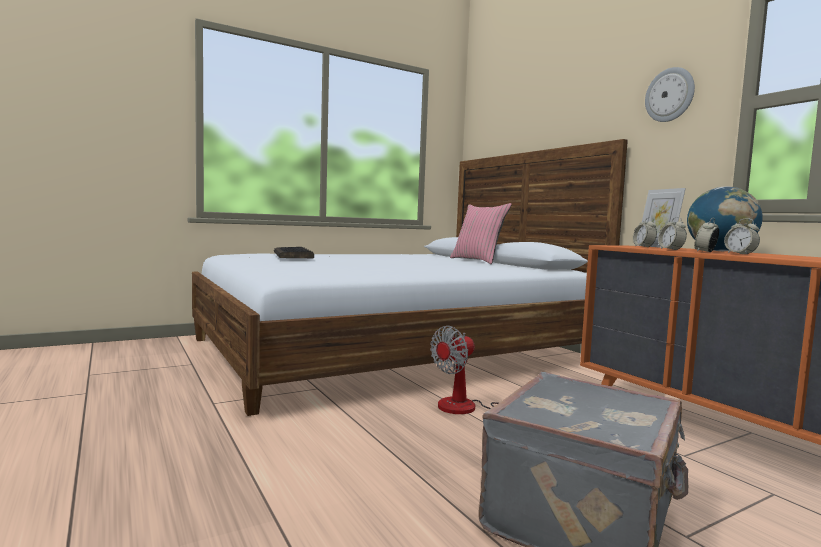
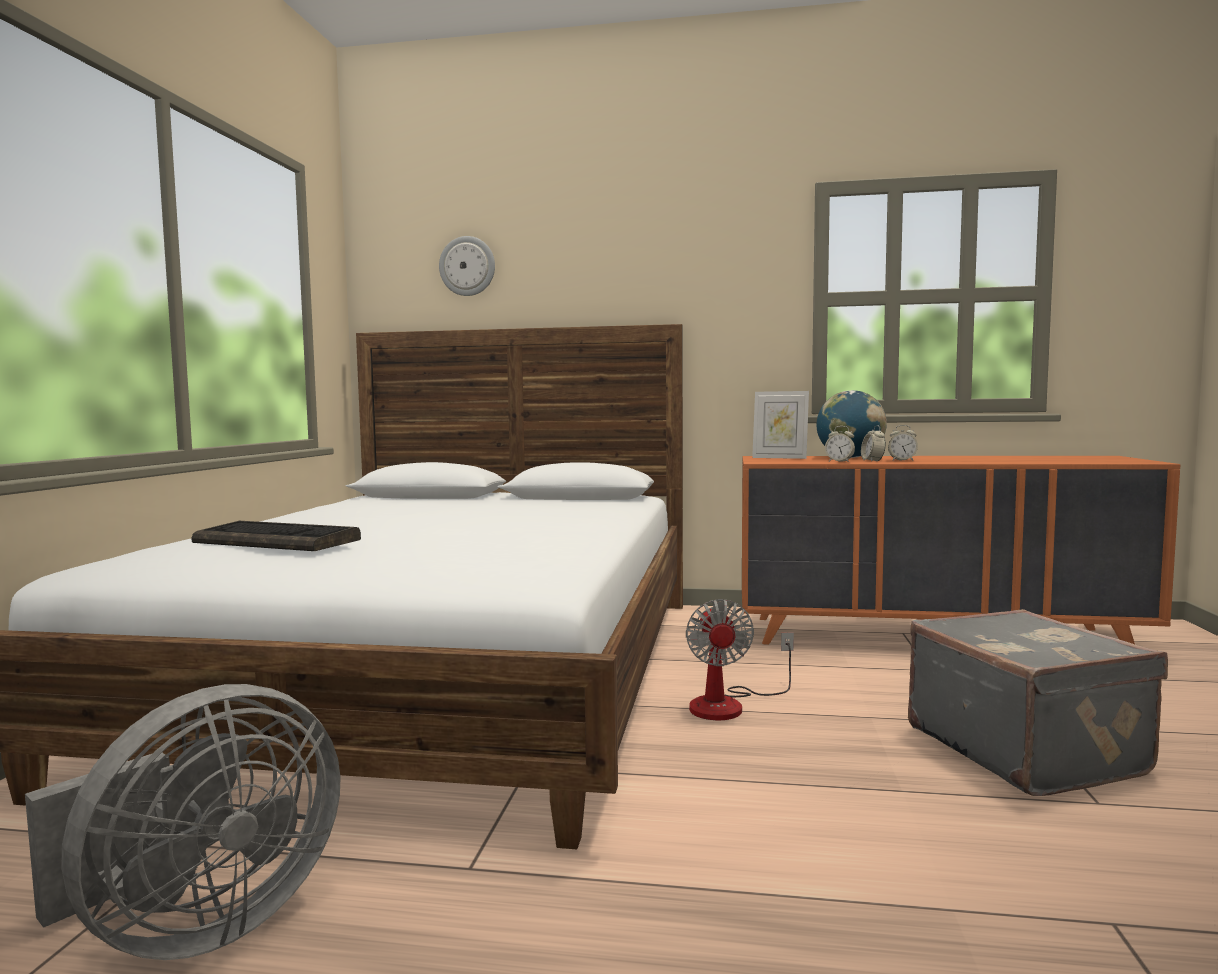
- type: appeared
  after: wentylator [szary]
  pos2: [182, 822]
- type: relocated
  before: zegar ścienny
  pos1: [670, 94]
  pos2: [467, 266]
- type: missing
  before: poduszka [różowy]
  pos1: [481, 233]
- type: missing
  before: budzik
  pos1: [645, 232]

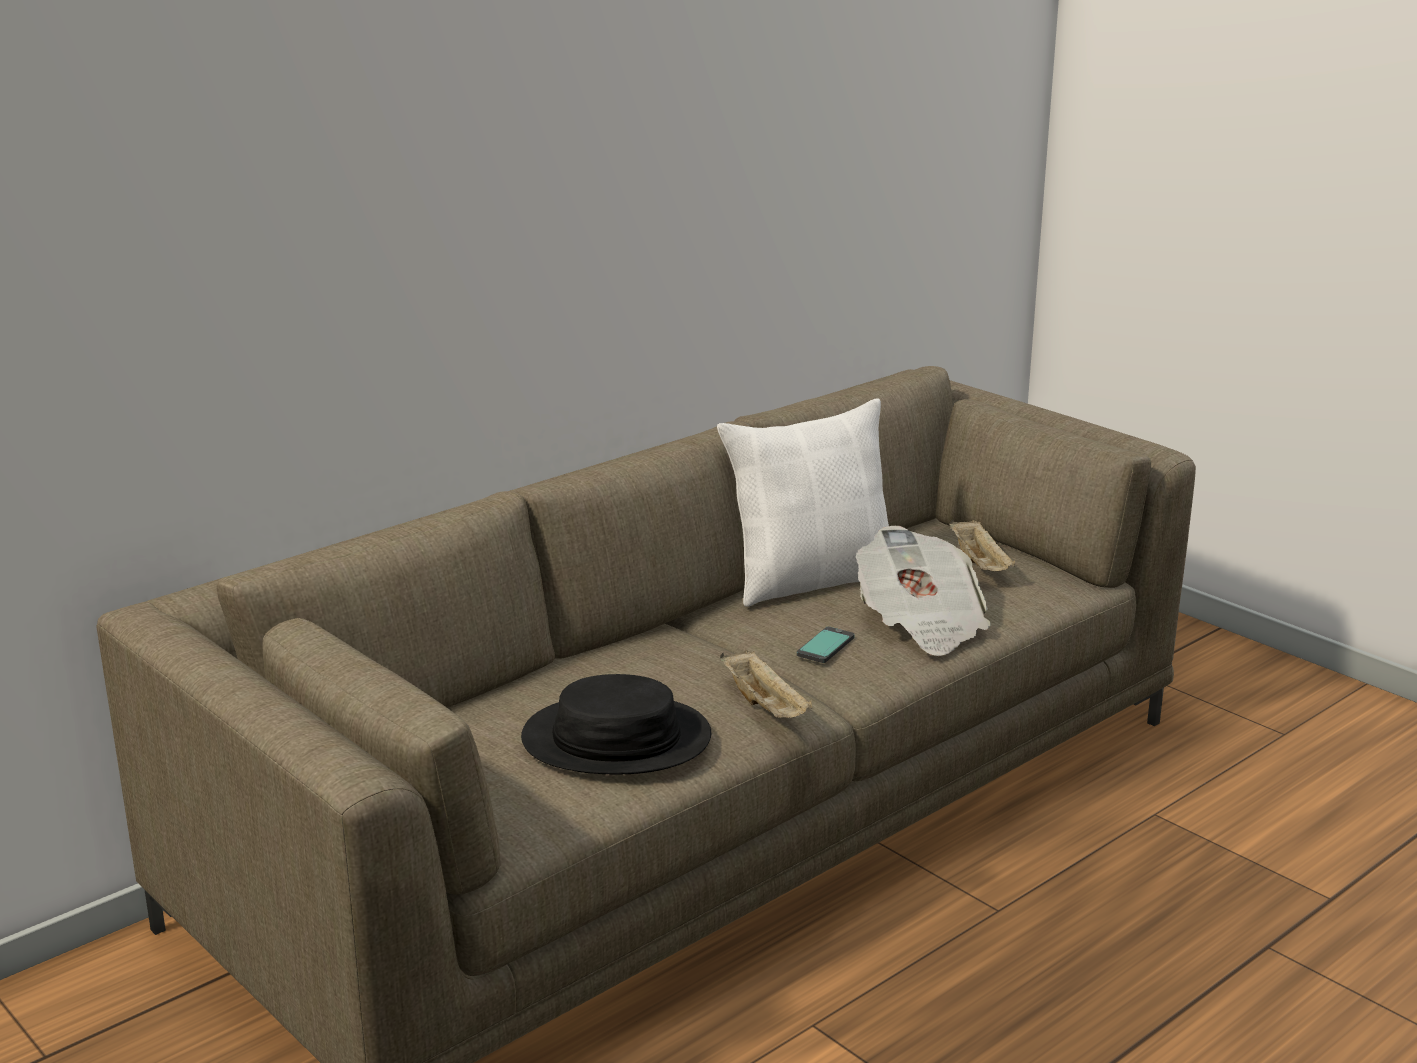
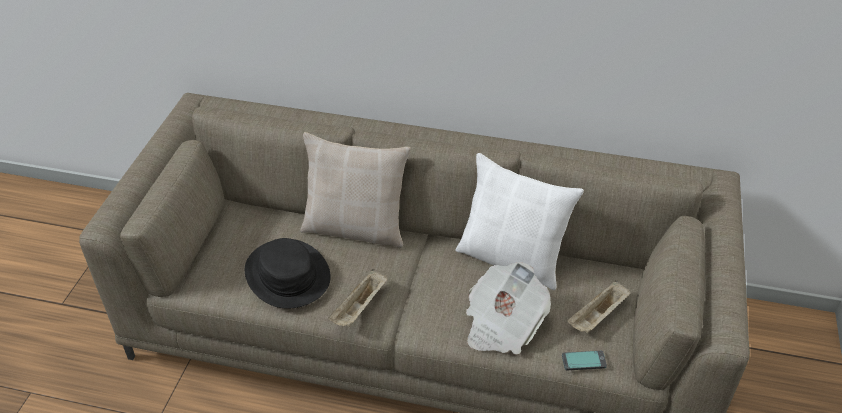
- type: appeared
  after: poduszka [beżowy]
  pos2: [355, 190]
- type: relocated
  before: telefon
  pos1: [826, 645]
  pos2: [584, 360]

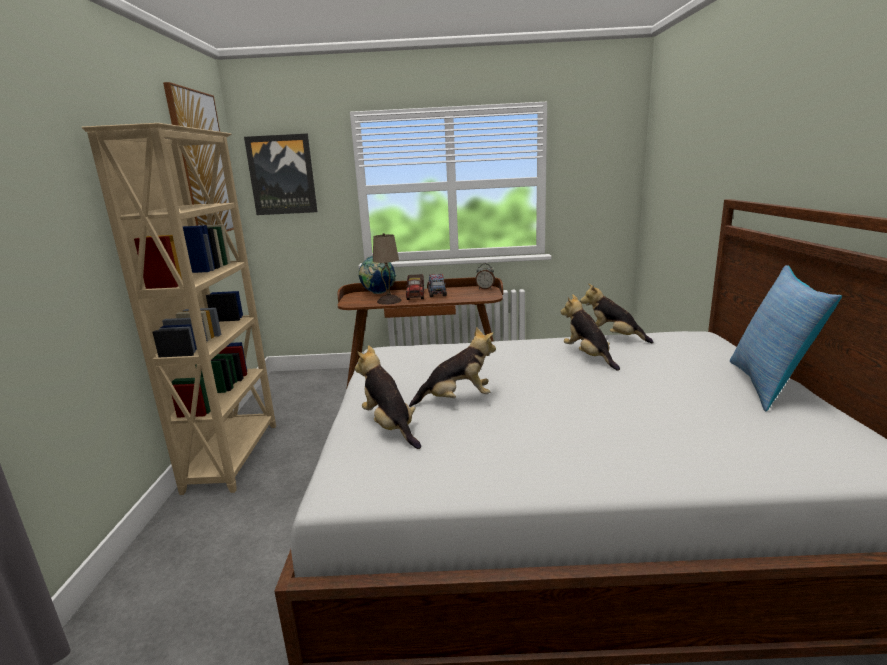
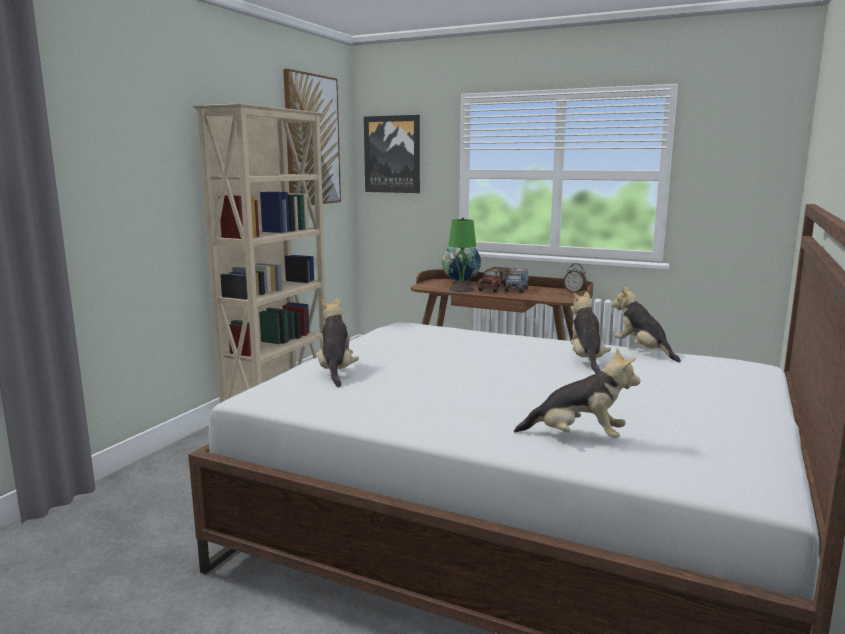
- type: colour
  before: lampa stołowa [beżowy]
  after: lampa stołowa [zielony]
  pos1: [387, 269]
  pos2: [462, 254]
- type: relocated
  before: pluszak
  pos1: [452, 367]
  pos2: [577, 393]
- type: missing
  before: poduszka
  pos1: [786, 338]

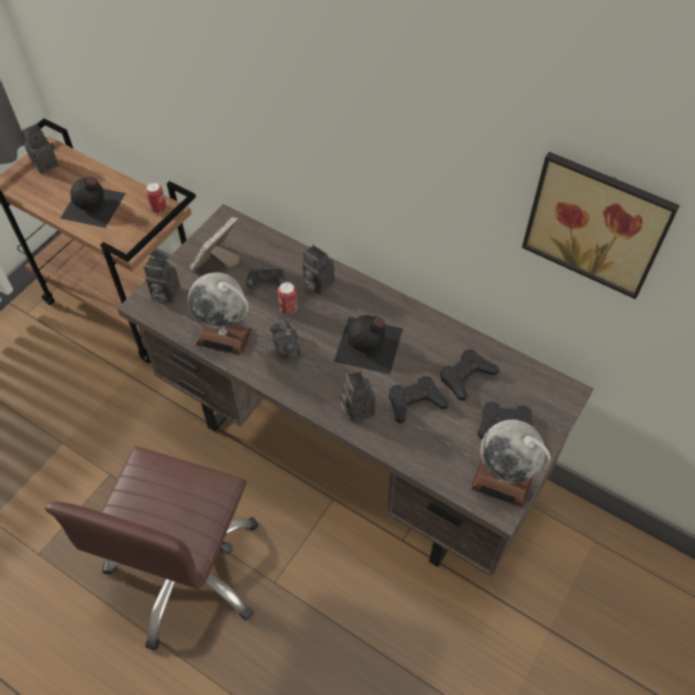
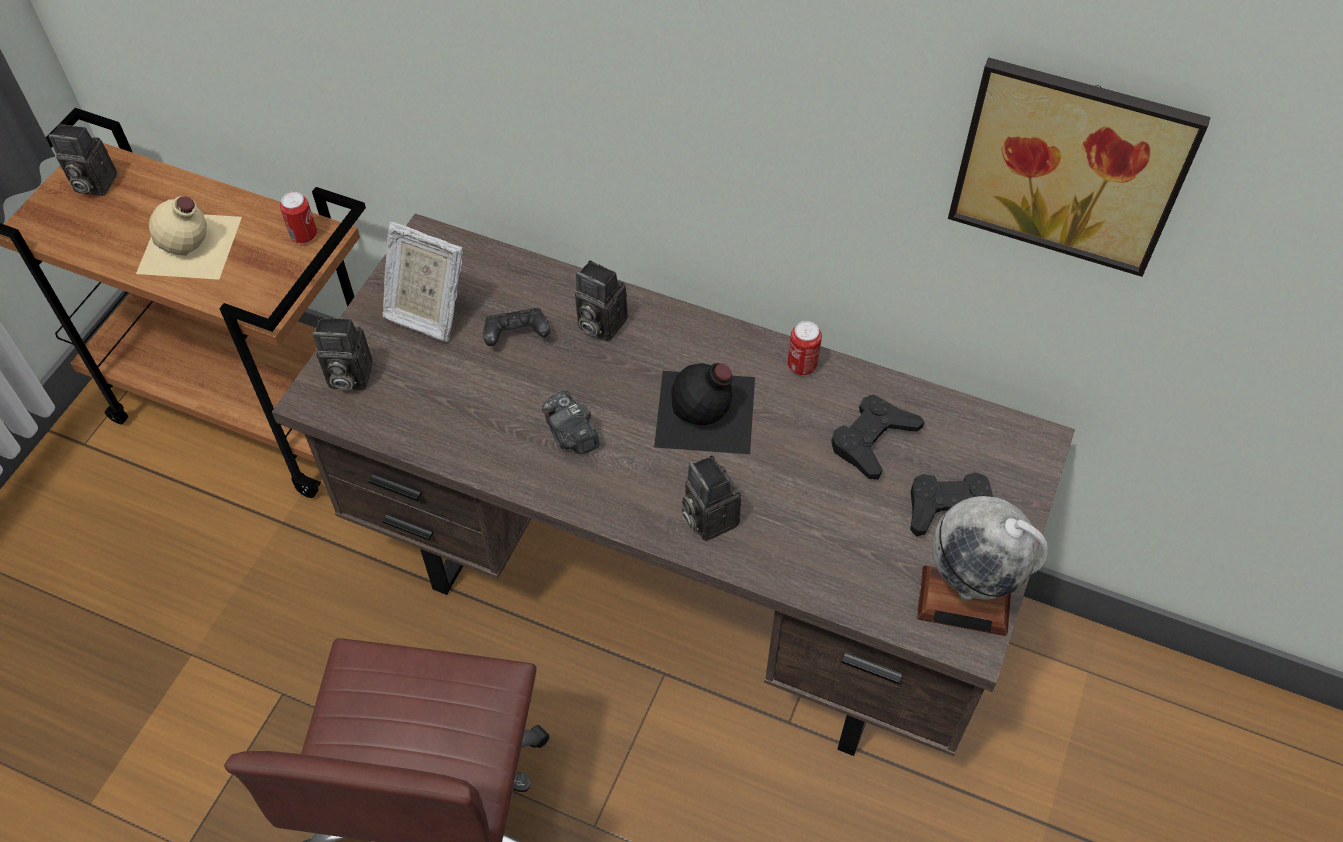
- type: spun
  before: aparat fotograficzny
  pos1: [40, 149]
  pos2: [82, 160]
  turn: -120
- type: colour
  before: butelka [czarny]
  after: butelka [beżowy]
  pos1: [93, 202]
  pos2: [189, 238]
- type: spun
  before: ramka na zdjęcie
  pos1: [214, 244]
  pos2: [423, 281]
  turn: -90
- type: relocated
  before: puszka
  pos1: [288, 298]
  pos2: [805, 348]
- type: missing
  before: globus
  pos1: [220, 313]
- type: missing
  before: pad do gier [czarny]
  pos1: [418, 400]

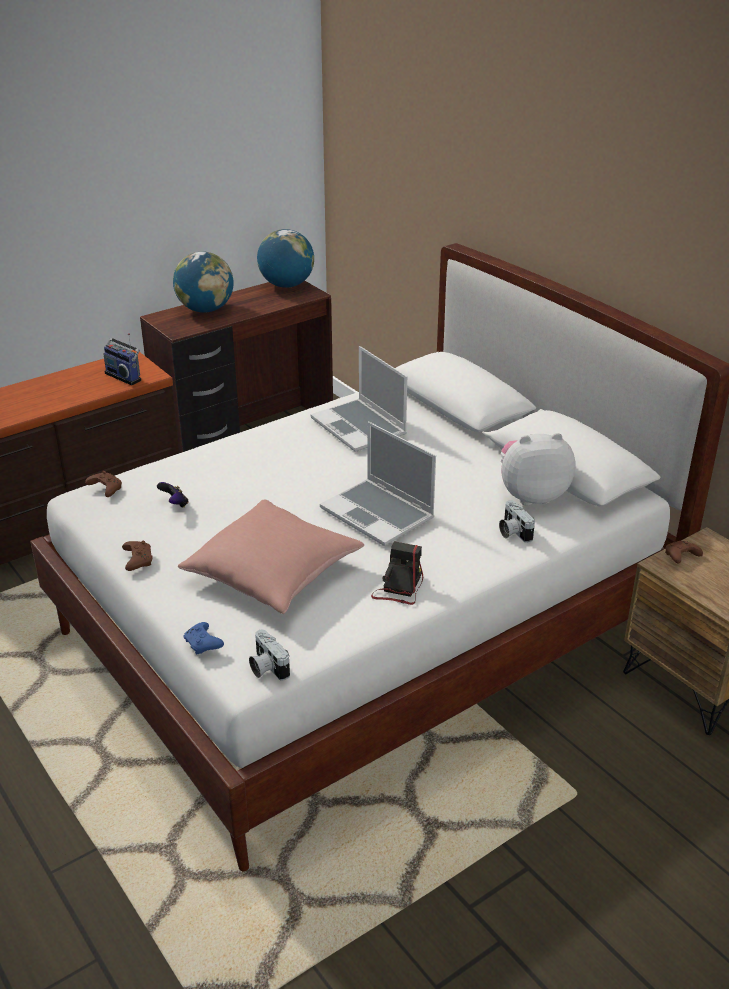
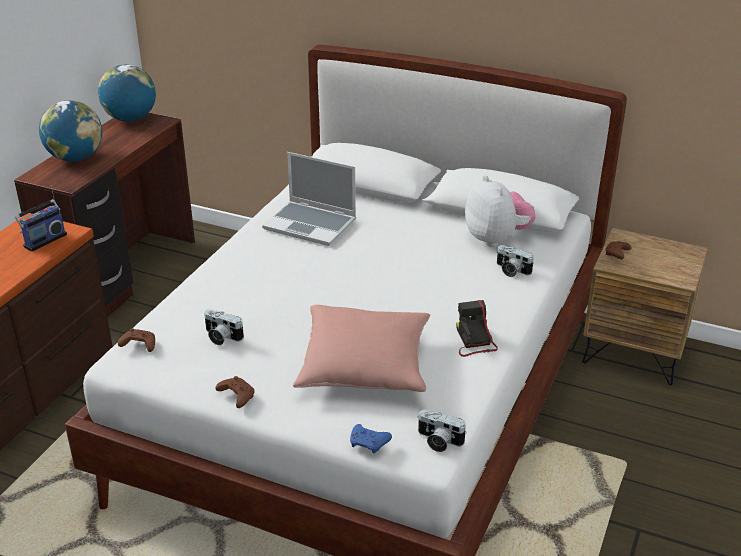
- type: spun
  before: radio
  pos1: [122, 359]
  pos2: [41, 218]
  turn: -60
- type: exchanged
  before: pad do gier
  after: aparat fotograficzny
  pos1: [173, 495]
  pos2: [224, 327]
- type: spun
  before: pluszak
  pos1: [538, 469]
  pos2: [500, 211]
  turn: 105
- type: missing
  before: laptop
  pos1: [378, 484]

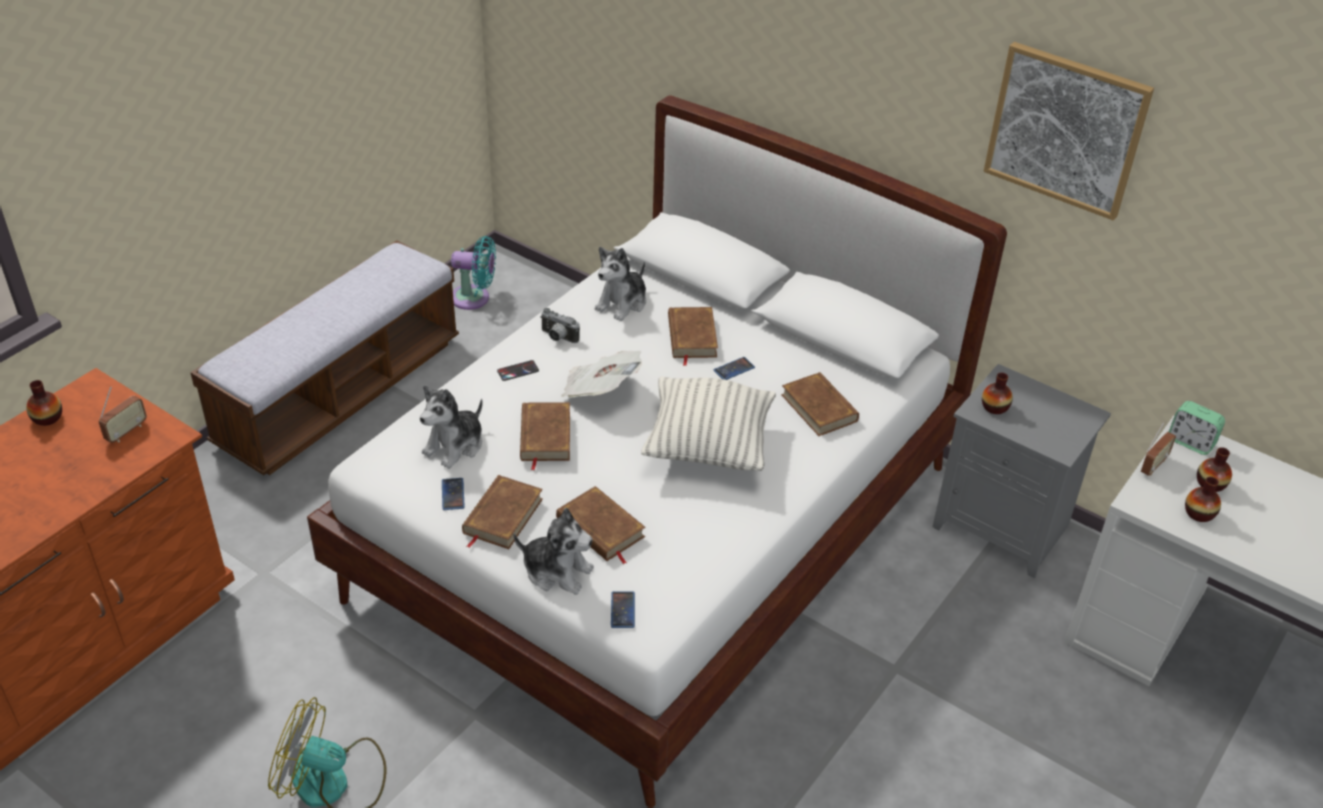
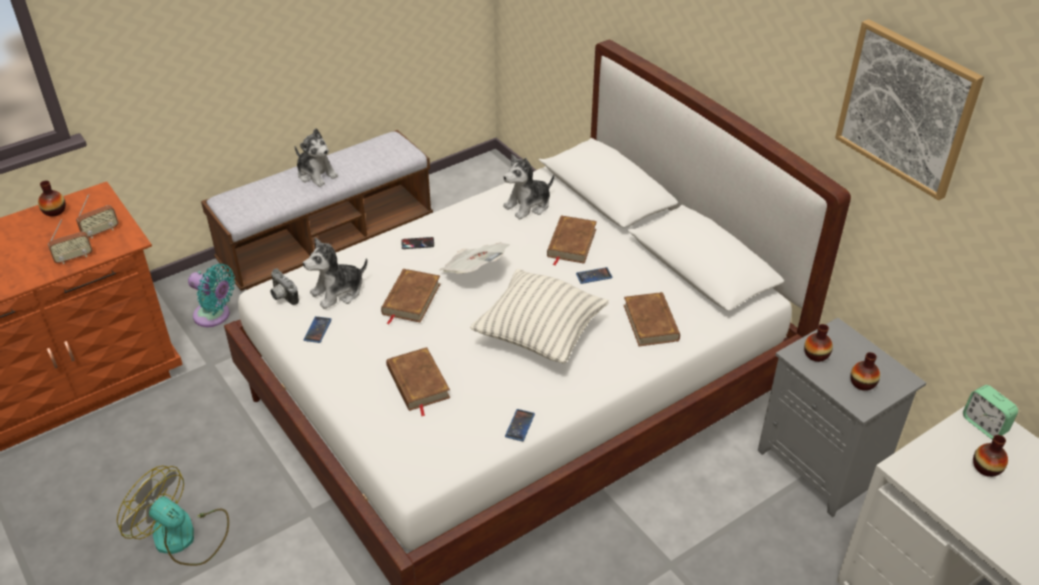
- type: relocated
  before: radio
  pos1: [1158, 449]
  pos2: [70, 242]
- type: relocated
  before: wentylator [turkusowy]
  pos1: [473, 273]
  pos2: [211, 295]
- type: relocated
  before: aparat fotograficzny
  pos1: [560, 325]
  pos2: [284, 286]
- type: relocated
  before: pluszak
  pos1: [553, 551]
  pos2: [316, 157]
- type: relocated
  before: telefon
  pos1: [623, 609]
  pos2: [520, 425]
- type: relocated
  before: wazon
  pos1: [1203, 499]
  pos2: [865, 371]
- type: missing
  before: książka [brązowy]
  pos1: [502, 512]

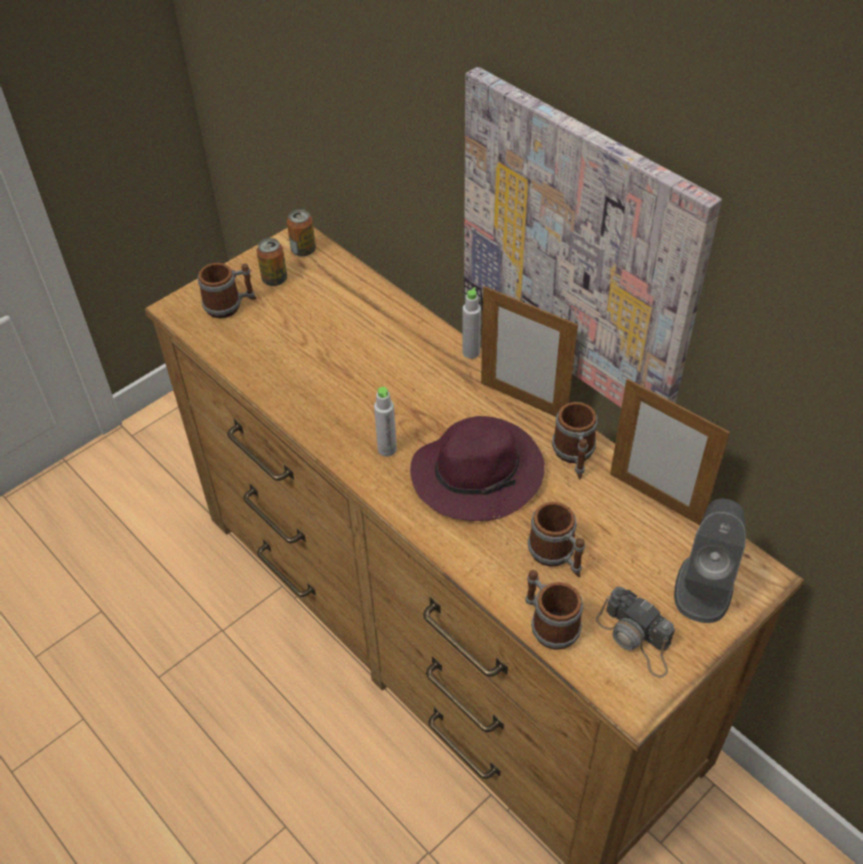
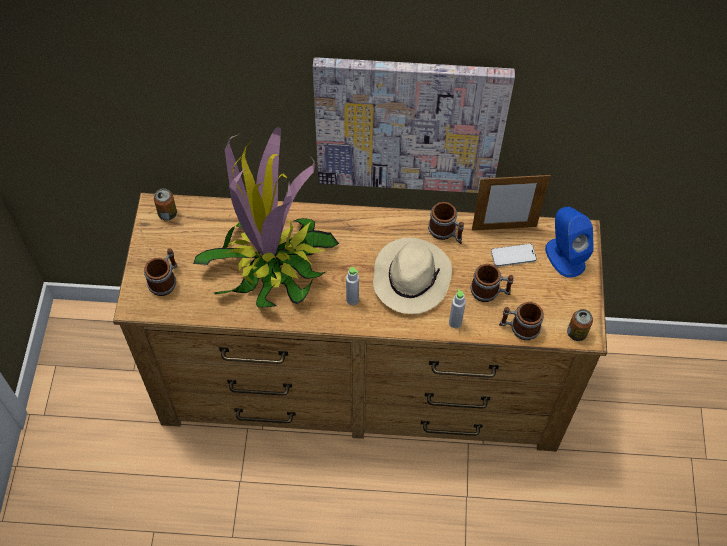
- type: appeared
  after: roślina doniczkowa
  pos2: [266, 217]
- type: colour
  before: kapelusz [fioletowy]
  after: kapelusz [beżowy]
  pos1: [477, 468]
  pos2: [412, 275]
- type: relocated
  before: butelka [szary]
  pos1: [471, 323]
  pos2: [457, 308]
- type: appeared
  after: telefon
  pos2: [514, 255]
- type: colour
  before: głośnik [szary]
  after: głośnik [niebieski]
  pos1: [710, 561]
  pos2: [569, 242]
- type: relocated
  before: puszka
  pos1: [272, 262]
  pos2: [580, 325]
- type: missing
  before: ramka na zdjęcie
  pos1: [529, 351]
- type: missing
  before: aparat fotograficzny
  pos1: [635, 632]

